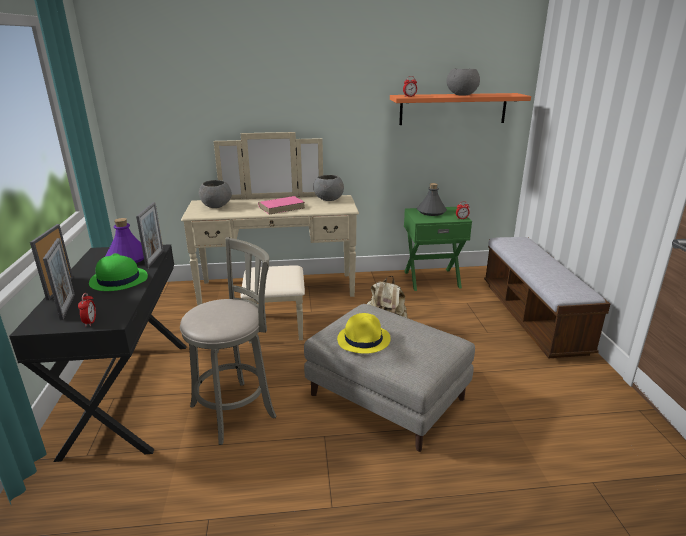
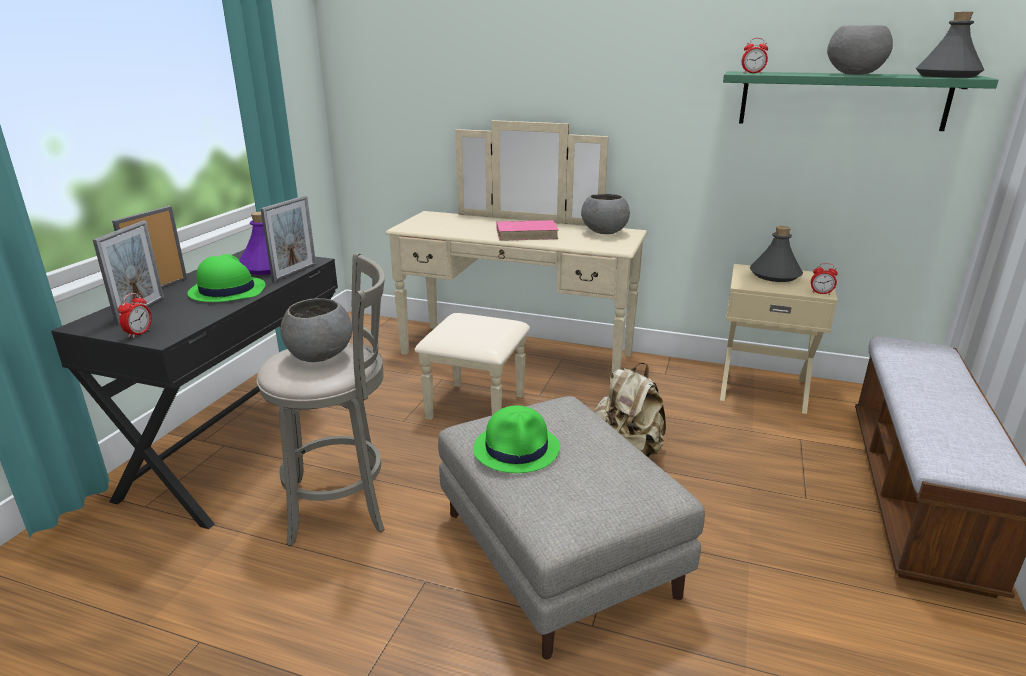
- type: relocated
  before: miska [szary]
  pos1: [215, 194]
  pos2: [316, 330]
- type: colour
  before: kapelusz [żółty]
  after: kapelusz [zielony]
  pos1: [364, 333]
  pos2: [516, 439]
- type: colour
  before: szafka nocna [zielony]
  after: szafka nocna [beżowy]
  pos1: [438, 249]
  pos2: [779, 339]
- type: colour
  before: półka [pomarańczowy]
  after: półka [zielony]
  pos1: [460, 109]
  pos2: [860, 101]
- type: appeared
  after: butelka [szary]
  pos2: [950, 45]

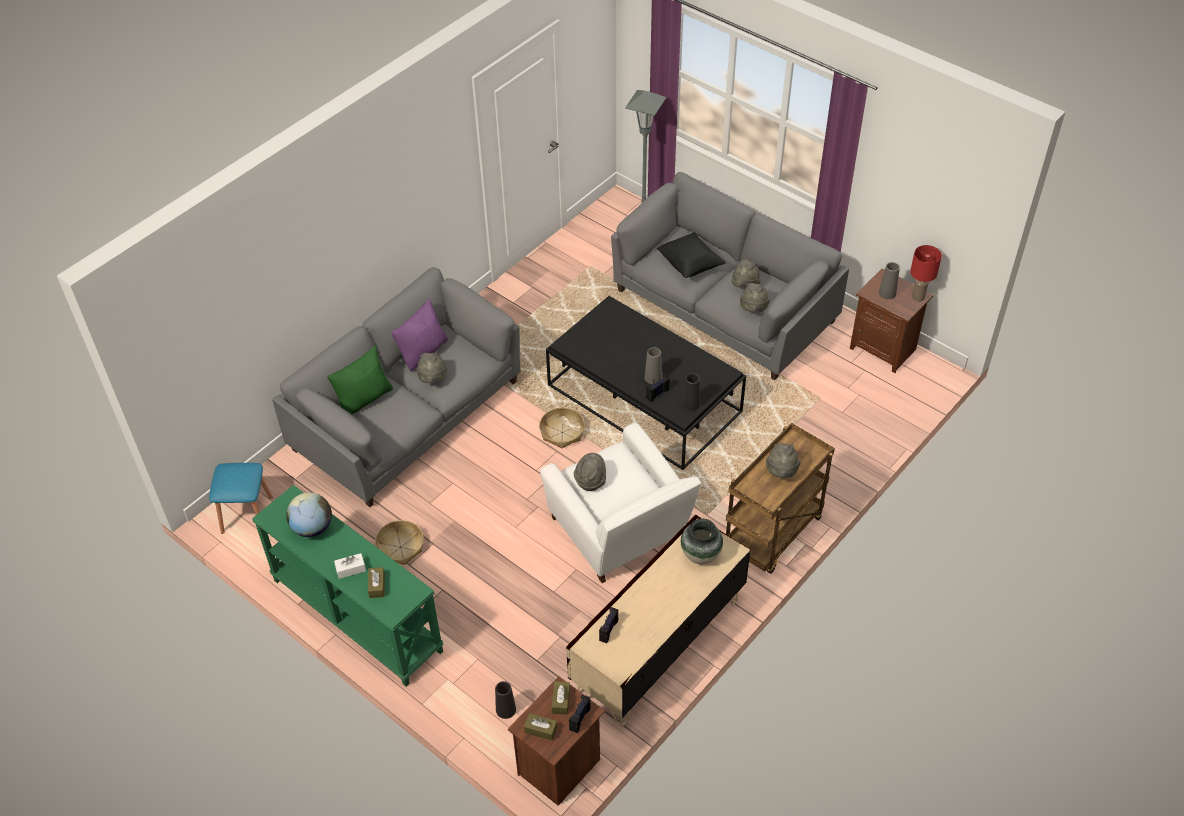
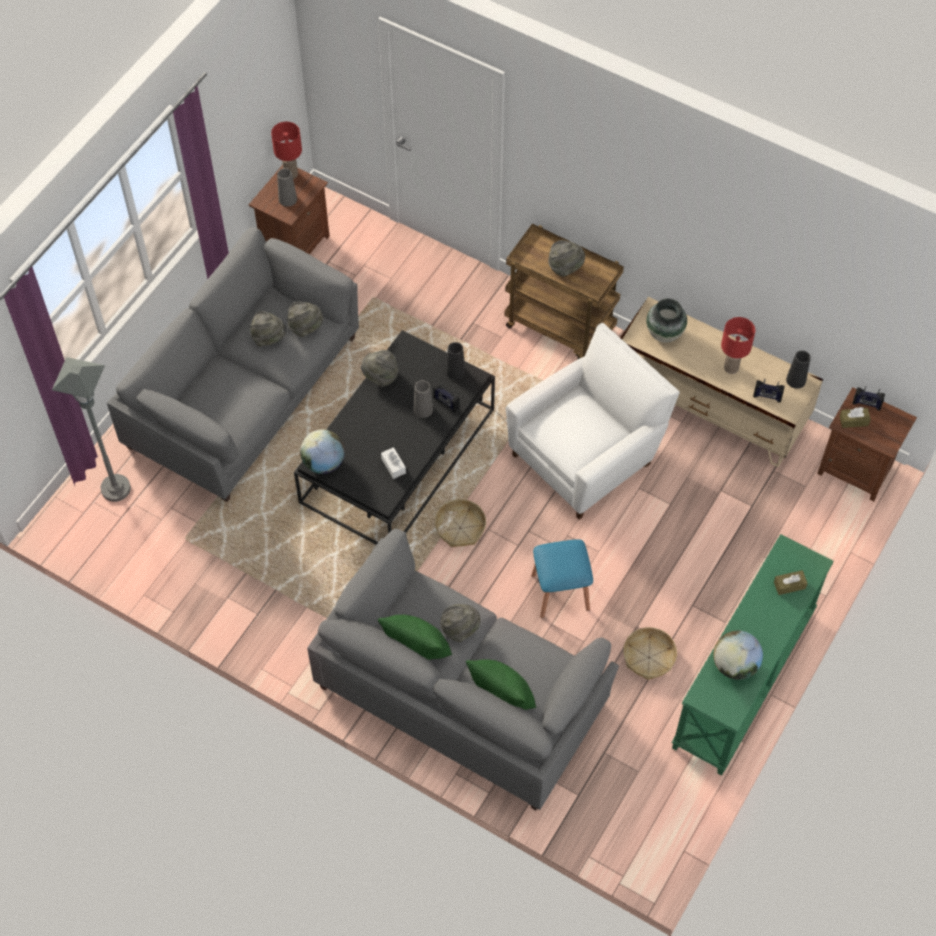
- type: appeared
  after: globus
  pos2: [322, 451]
- type: relocated
  before: kapelusz [szary]
  pos1: [590, 472]
  pos2: [379, 368]
- type: colour
  before: poduszka [fioletowy]
  after: poduszka [zielony]
  pos1: [419, 335]
  pos2: [415, 637]
- type: relocated
  before: pudełko chusteczek [biały]
  pos1: [350, 566]
  pos2: [393, 463]
- type: relocated
  before: stołek [niebieski]
  pos1: [241, 498]
  pos2: [562, 578]
- type: appeared
  after: lampa stołowa [czerwony]
  pos2: [738, 345]
- type: relocated
  before: wazon [czarny]
  pos1: [505, 700]
  pos2: [798, 369]
- type: missing
  before: pudełko chusteczek [brązowy]
  pos1: [540, 727]
- type: missing
  before: poduszka [czarny]
  pos1: [691, 255]

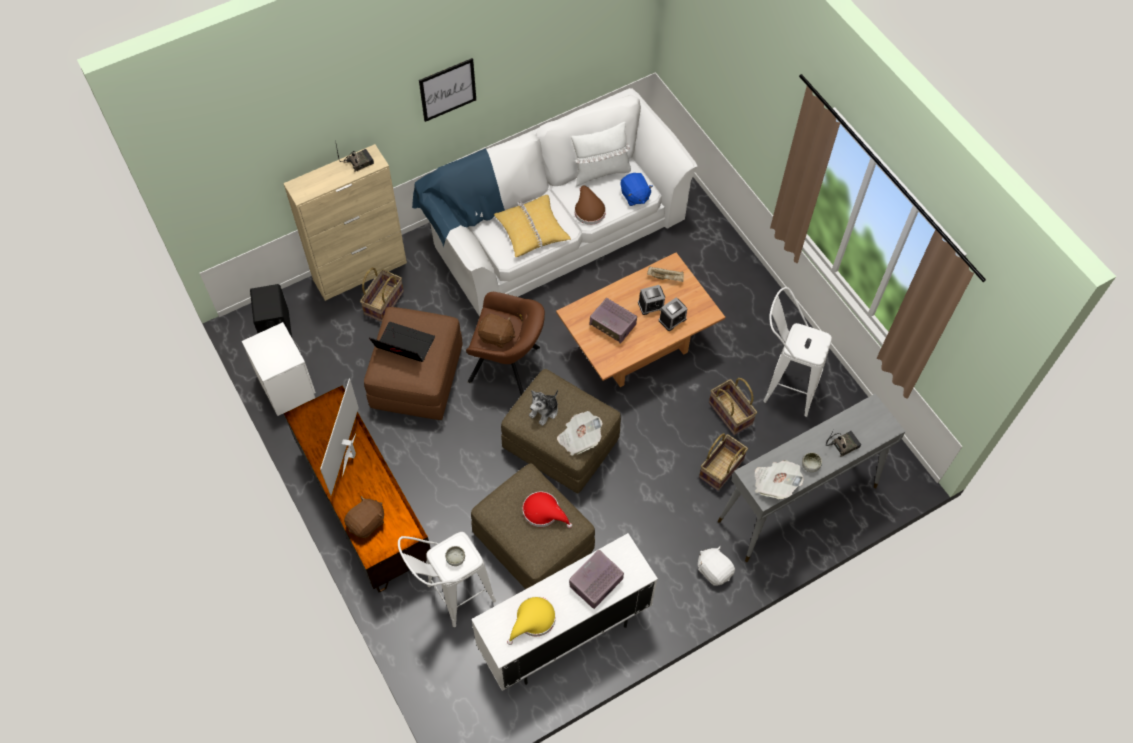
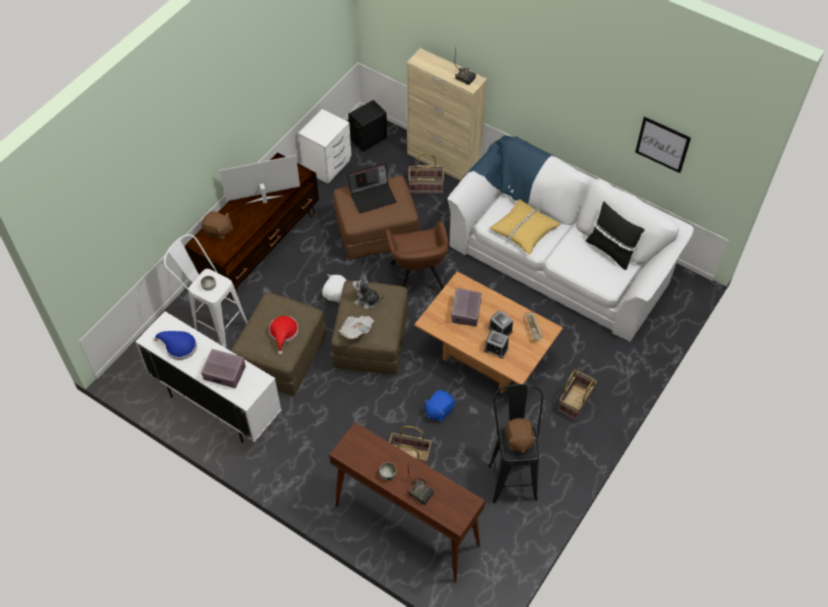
- type: colour
  before: kapelusz [żółty]
  after: kapelusz [niebieski]
  pos1: [531, 620]
  pos2: [175, 345]
- type: relocated
  before: pluszak [biały]
  pos1: [716, 566]
  pos2: [334, 288]
- type: colour
  before: stolik konsolowy [szary]
  after: stolik konsolowy [brązowy]
  pos1: [812, 478]
  pos2: [407, 502]
- type: spun
  before: laptop
  pos1: [402, 342]
  pos2: [372, 188]
  turn: 75
- type: relocated
  before: pluszak [niebieski]
  pos1: [636, 189]
  pos2: [439, 406]
- type: colour
  before: stołek [biały]
  after: stołek [czarny]
  pos1: [797, 352]
  pos2: [515, 444]
- type: relocated
  before: pluszak [brązowy]
  pos1: [497, 331]
  pos2: [521, 435]
- type: relocated
  before: koszyk
  pos1: [733, 406]
  pos2: [577, 394]
- type: colour
  before: poduszka [biały]
  after: poduszka [czarny]
  pos1: [601, 154]
  pos2: [615, 235]
- type: relocated
  before: obraz
  pos1: [447, 90]
  pos2: [663, 145]
- type: missing
  before: kapelusz [brązowy]
  pos1: [590, 205]
- type: missing
  before: gazeta
  pos1: [779, 479]

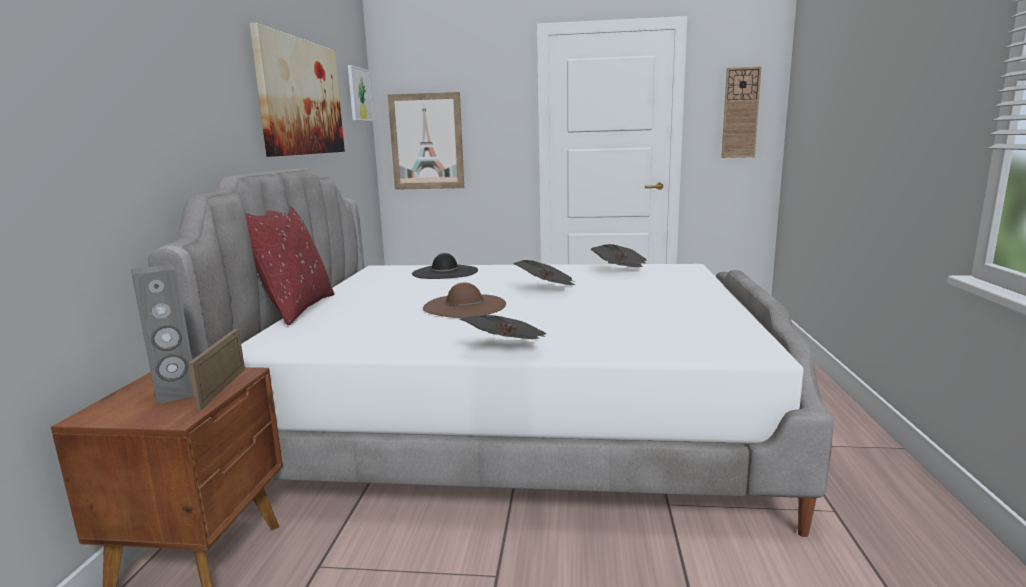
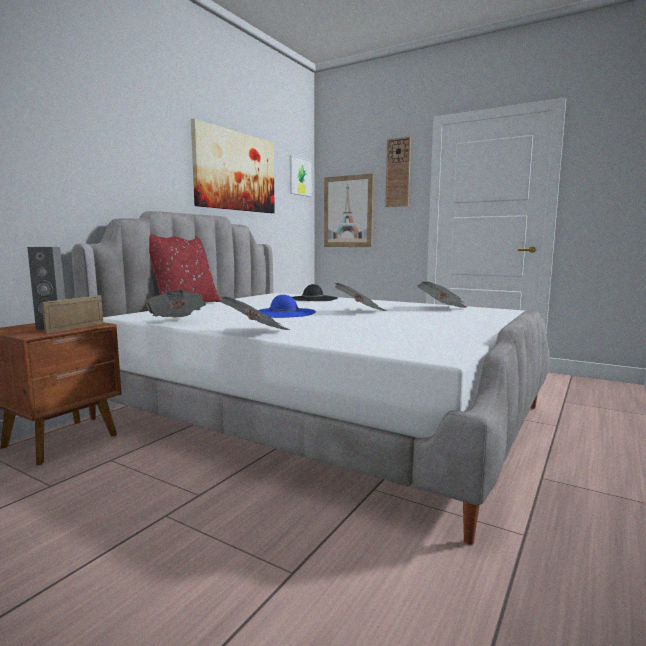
- type: appeared
  after: gazeta
  pos2: [175, 303]
- type: colour
  before: kapelusz [brązowy]
  after: kapelusz [niebieski]
  pos1: [464, 300]
  pos2: [287, 306]
- type: relocated
  before: zegar ścienny
  pos1: [741, 112]
  pos2: [398, 172]

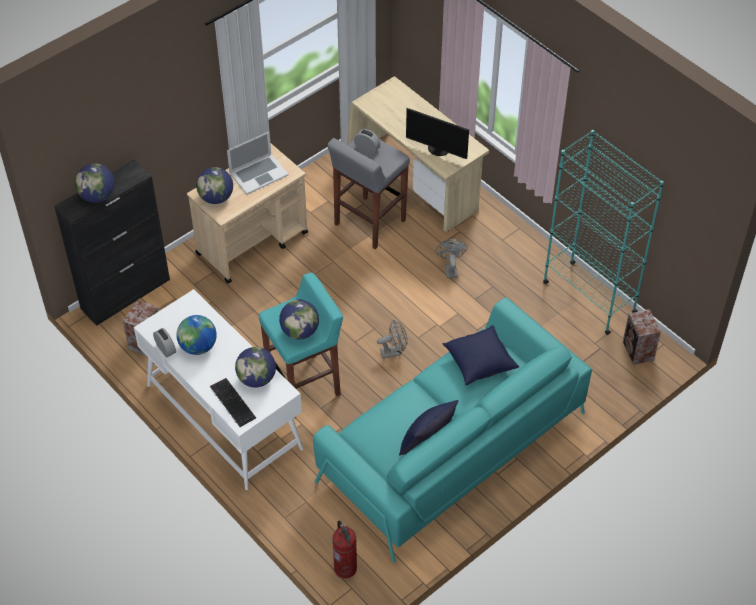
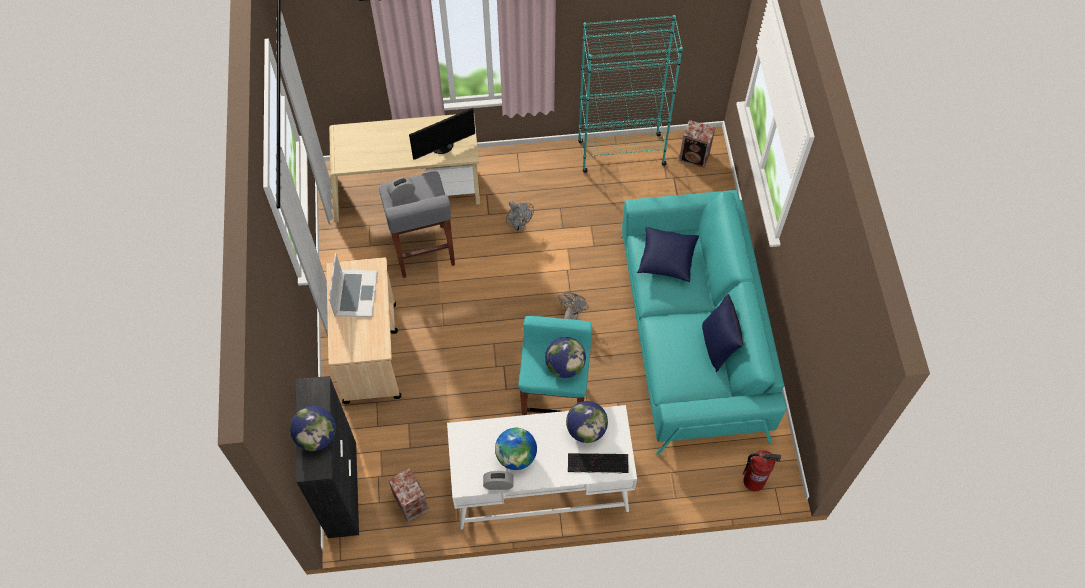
- type: spun
  before: wentylator [szary]
  pos1: [451, 258]
  pos2: [520, 216]
  turn: -150
- type: missing
  before: globus
  pos1: [214, 185]

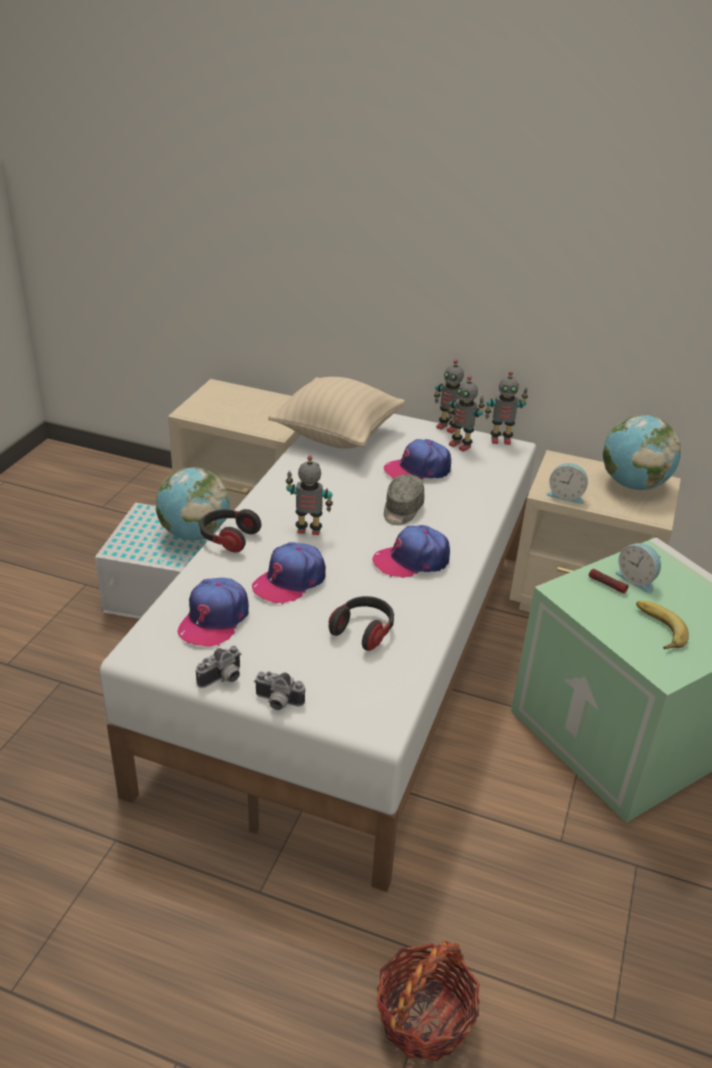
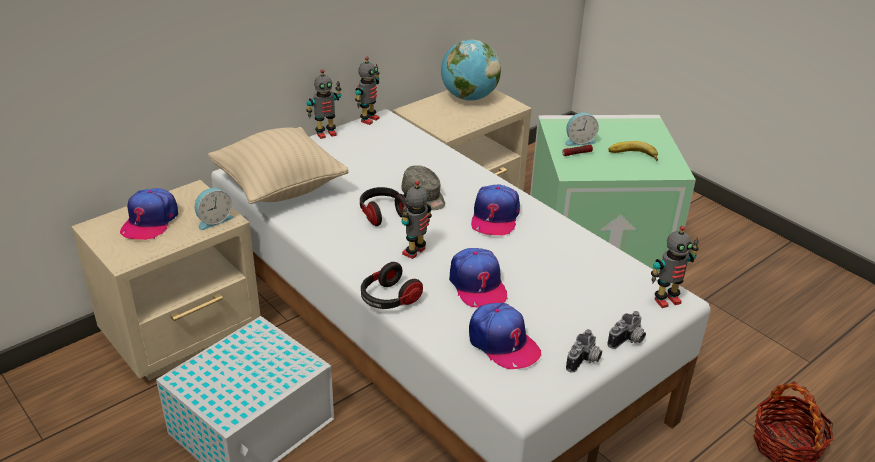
- type: relocated
  before: czapka z daszkiem
  pos1: [417, 459]
  pos2: [149, 214]
- type: relocated
  before: budzik
  pos1: [567, 483]
  pos2: [214, 209]
- type: relocated
  before: słuchawki
  pos1: [361, 623]
  pos2: [384, 206]
- type: spun
  before: aparat fotograficzny
  pos1: [219, 667]
  pos2: [584, 351]
  turn: 45
- type: relocated
  before: robot zabawkowy
  pos1: [466, 414]
  pos2: [675, 267]
- type: missing
  before: globus
  pos1: [193, 503]

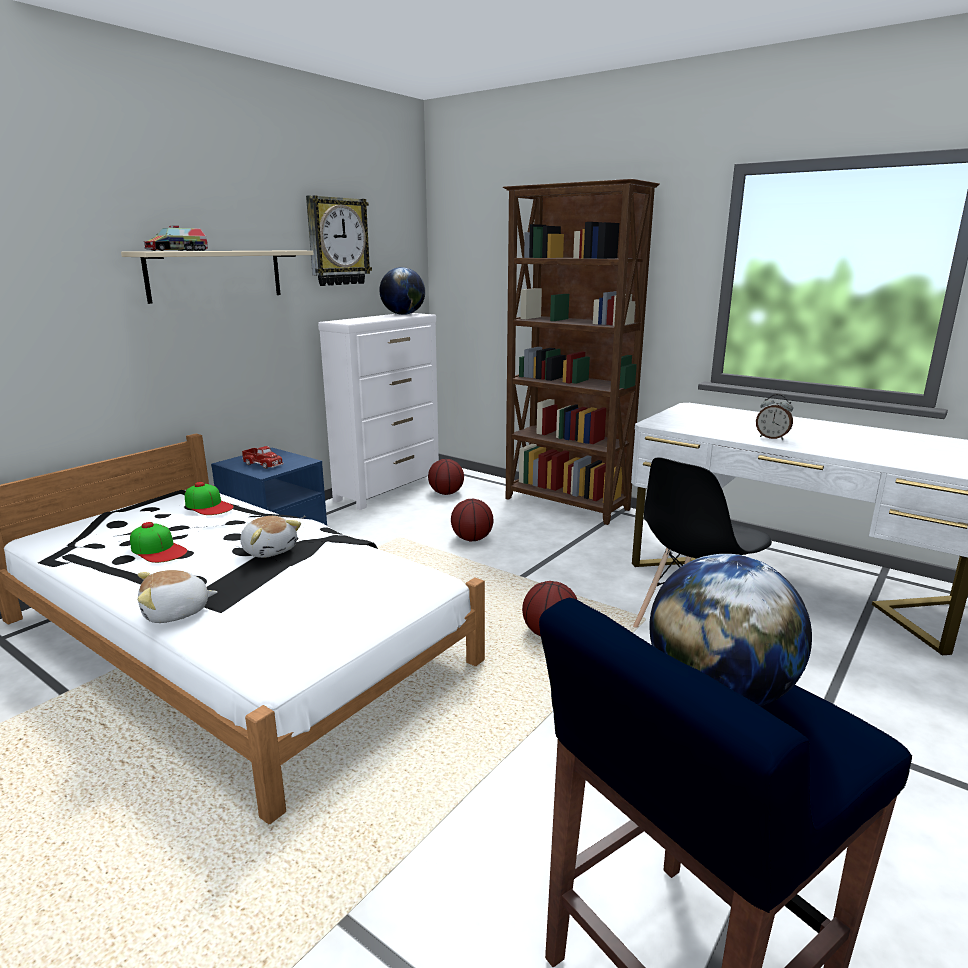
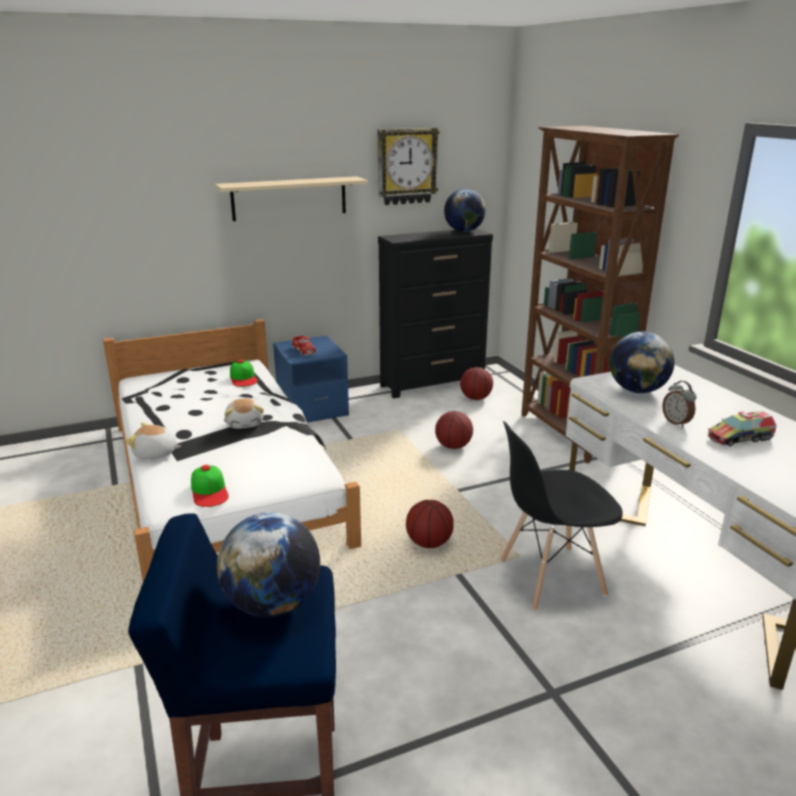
- type: relocated
  before: czapka z daszkiem
  pos1: [158, 542]
  pos2: [210, 486]
- type: colour
  before: komoda [biały]
  after: komoda [czarny]
  pos1: [378, 411]
  pos2: [435, 313]
- type: appeared
  after: globus
  pos2: [642, 362]
- type: relocated
  before: ciężarówka zabawkowa
  pos1: [176, 238]
  pos2: [742, 429]

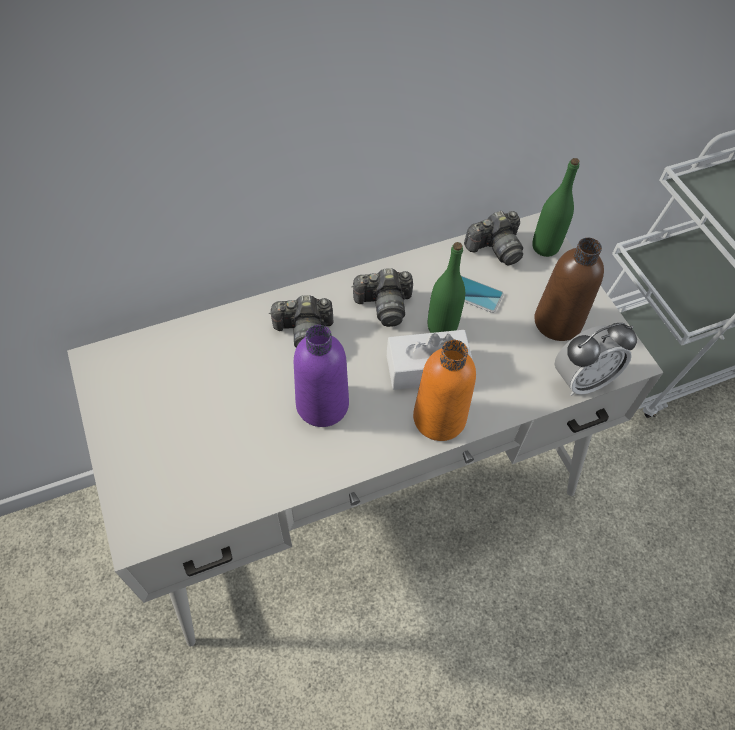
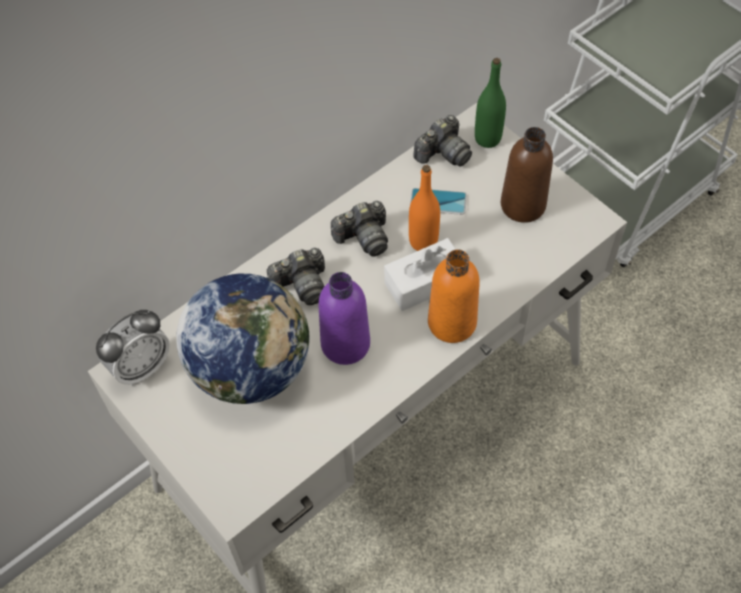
- type: relocated
  before: budzik
  pos1: [595, 359]
  pos2: [133, 348]
- type: appeared
  after: globus
  pos2: [242, 339]
- type: colour
  before: butelka [zielony]
  after: butelka [pomarańczowy]
  pos1: [446, 287]
  pos2: [424, 208]

